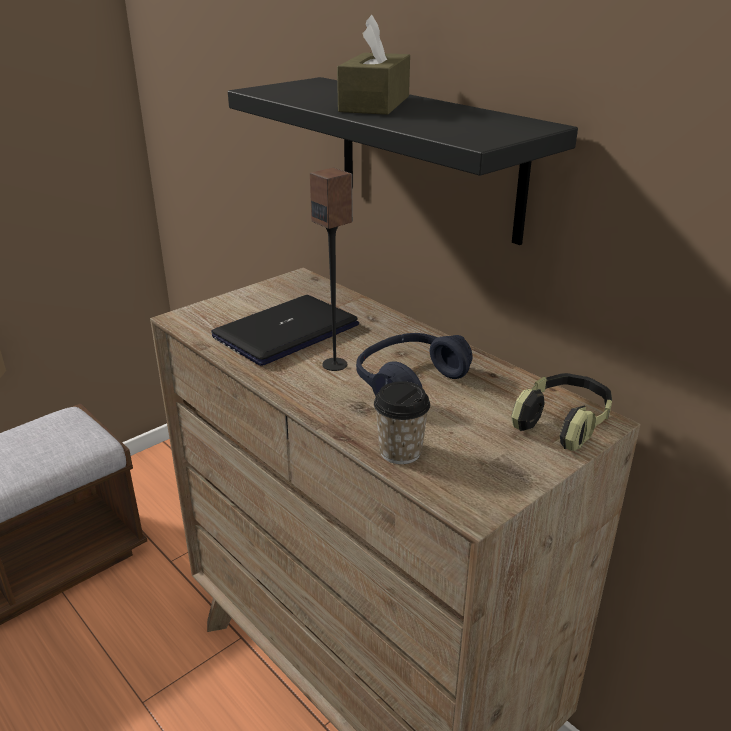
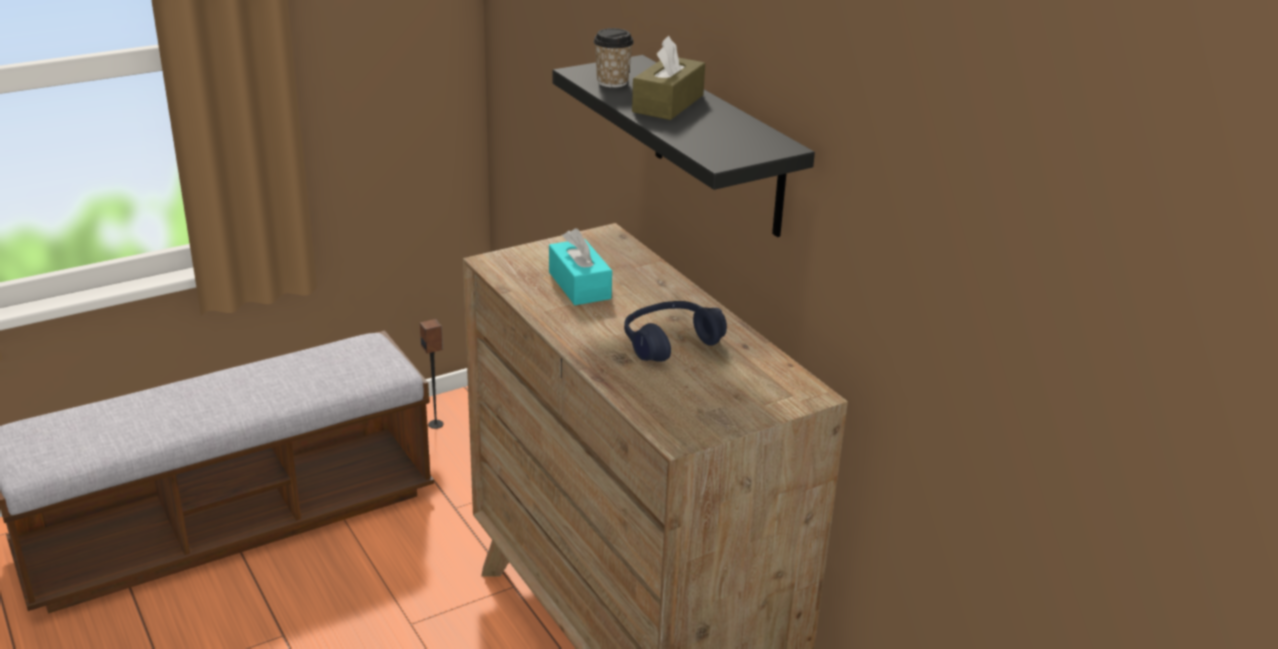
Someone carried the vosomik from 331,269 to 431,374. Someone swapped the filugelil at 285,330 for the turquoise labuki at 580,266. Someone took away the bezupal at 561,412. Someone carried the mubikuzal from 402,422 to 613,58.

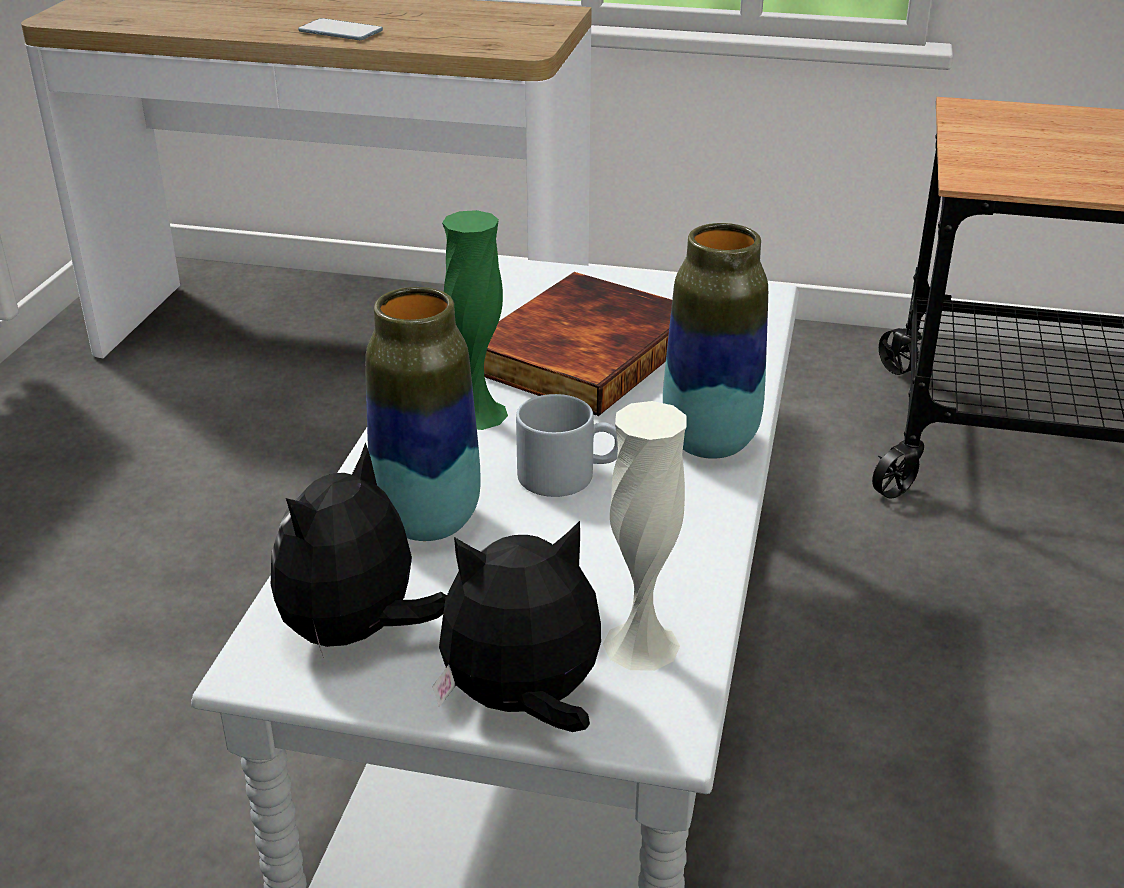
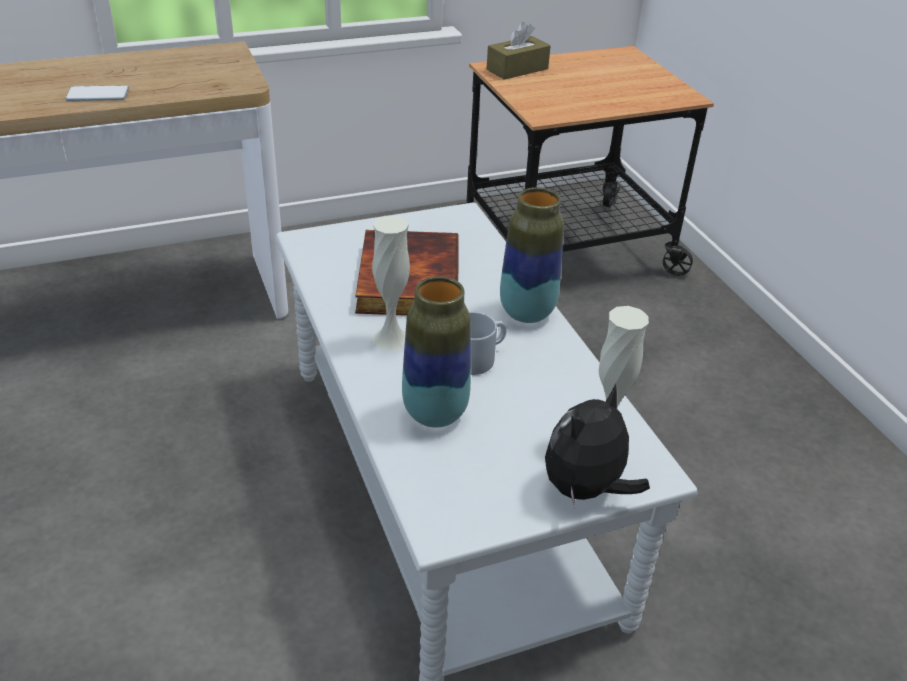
Someone repainted the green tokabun at 475,320, which became the white tokabun at 391,283. Someone took away the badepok at 359,550. Someone put down the brown labuki at 519,51.

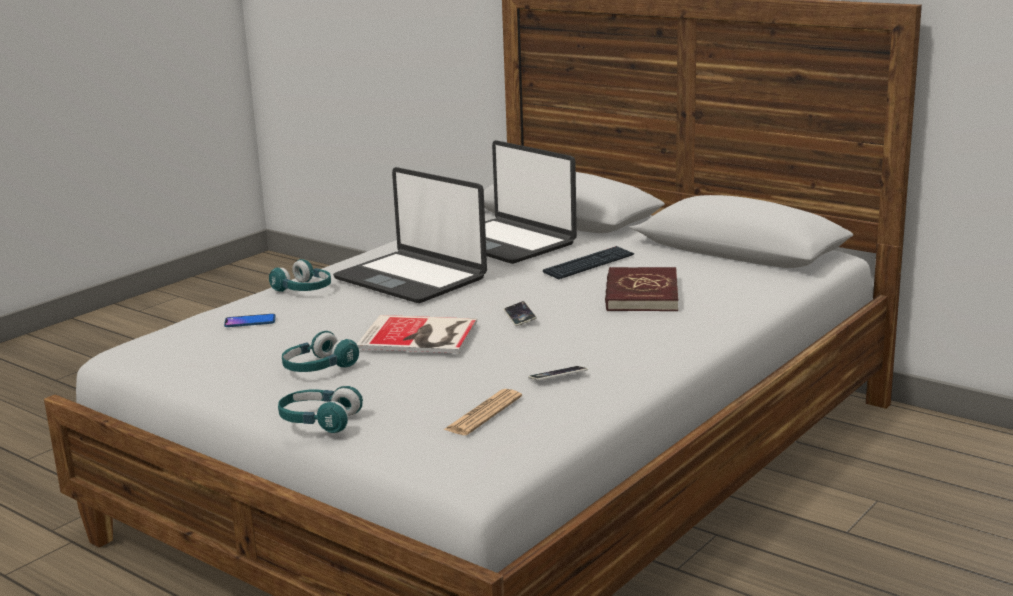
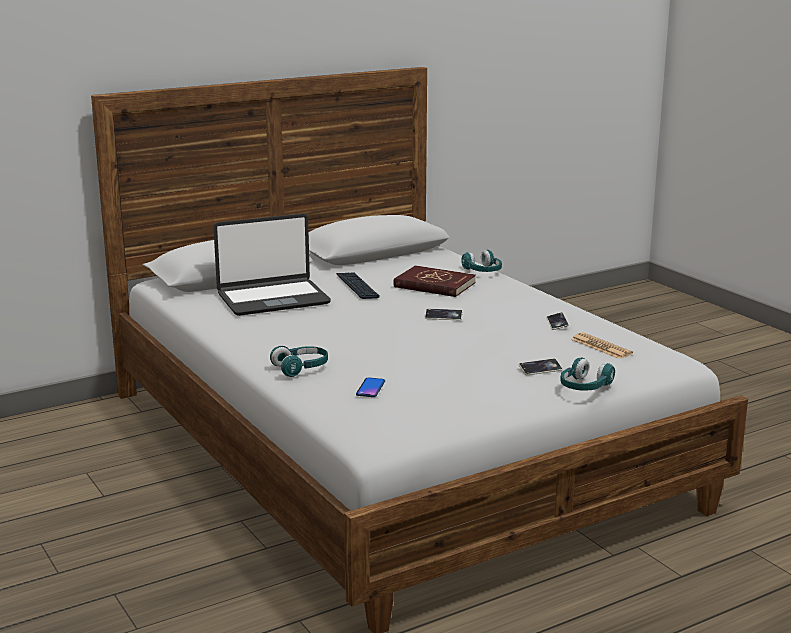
Someone took away the filugelil at 410,235. Someone took away the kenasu at 417,334. Someone carried the turquoise bezupal from 320,351 to 481,260. Someone put down the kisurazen at 541,366.

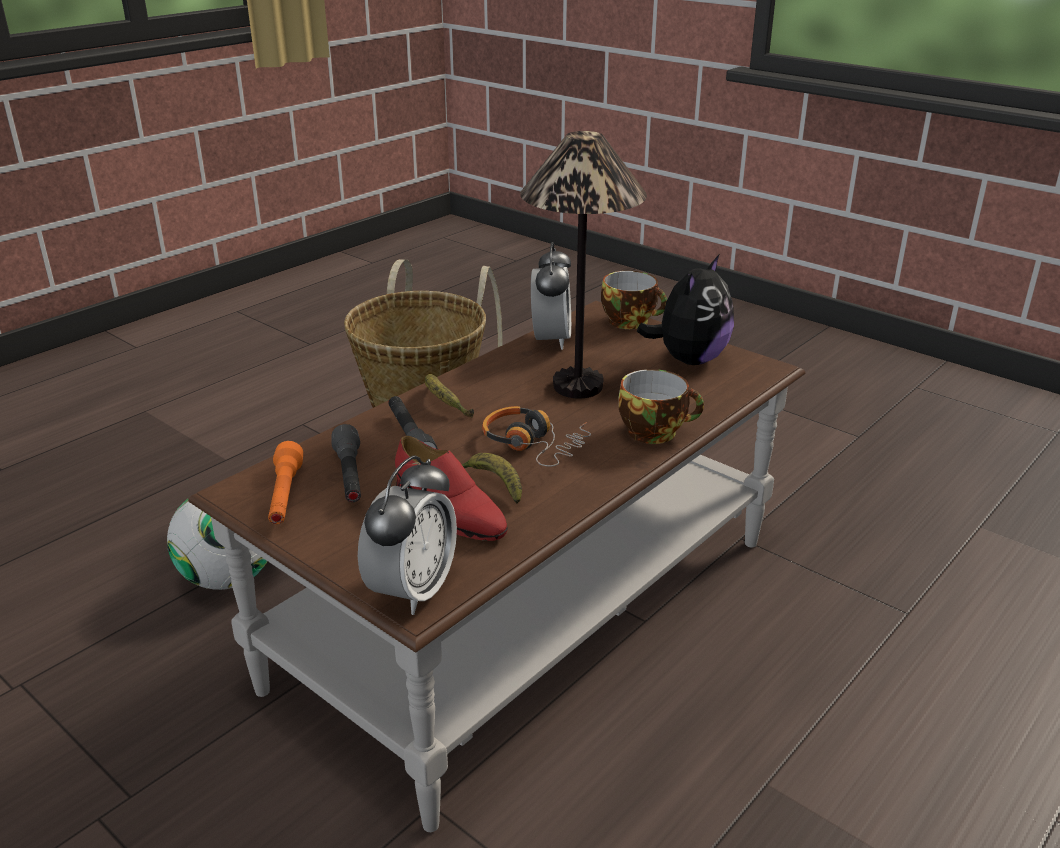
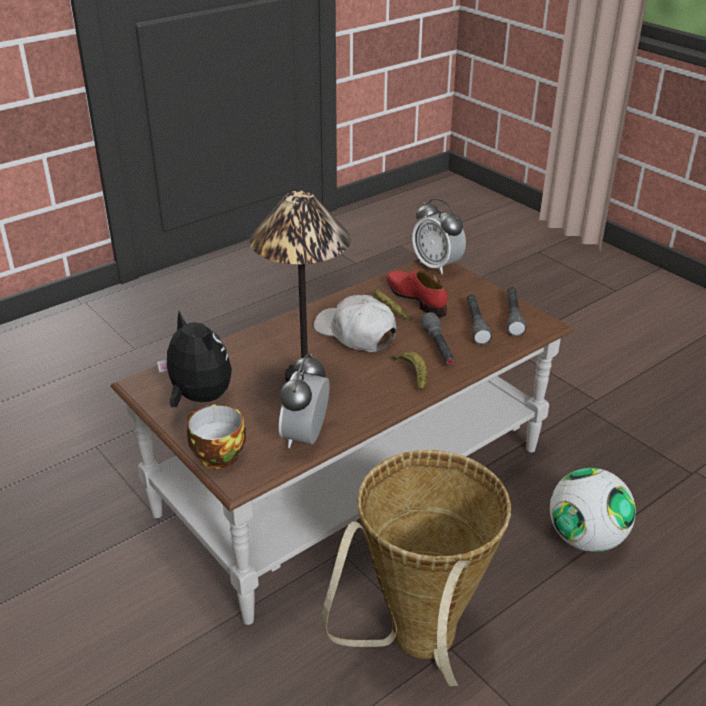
Someone rotated the badepok at 685,310 by 90 degrees clockwise. Someone took away the mubikuzal at 661,406. Someone swapped the bezupal at 536,436 for the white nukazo at 355,323. Someone repainted the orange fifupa at 285,482, which became the grey fifupa at 516,311. Someone rotated the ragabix at 407,535 by 75 degrees counterclockwise.

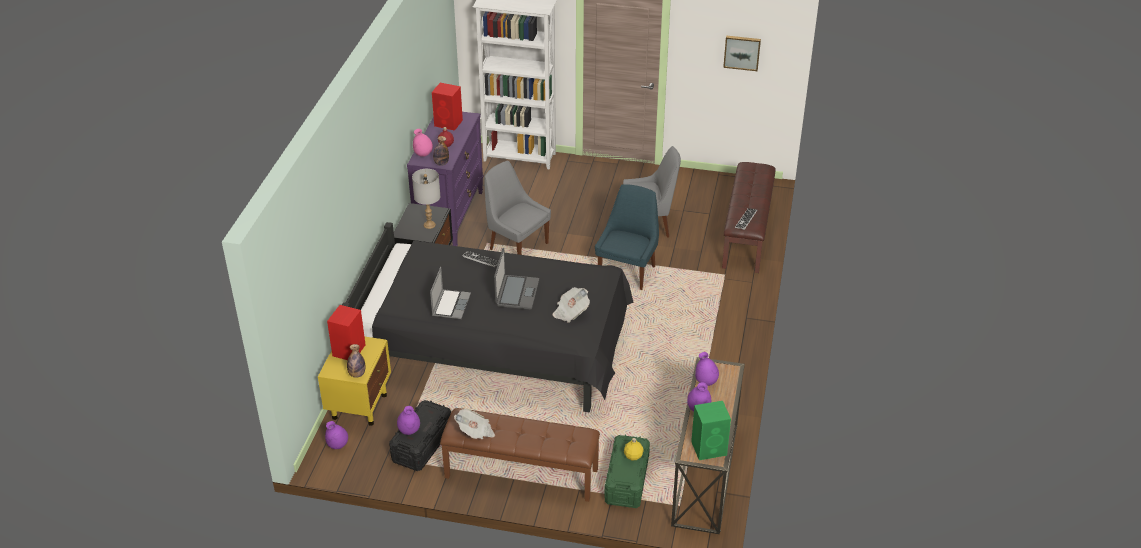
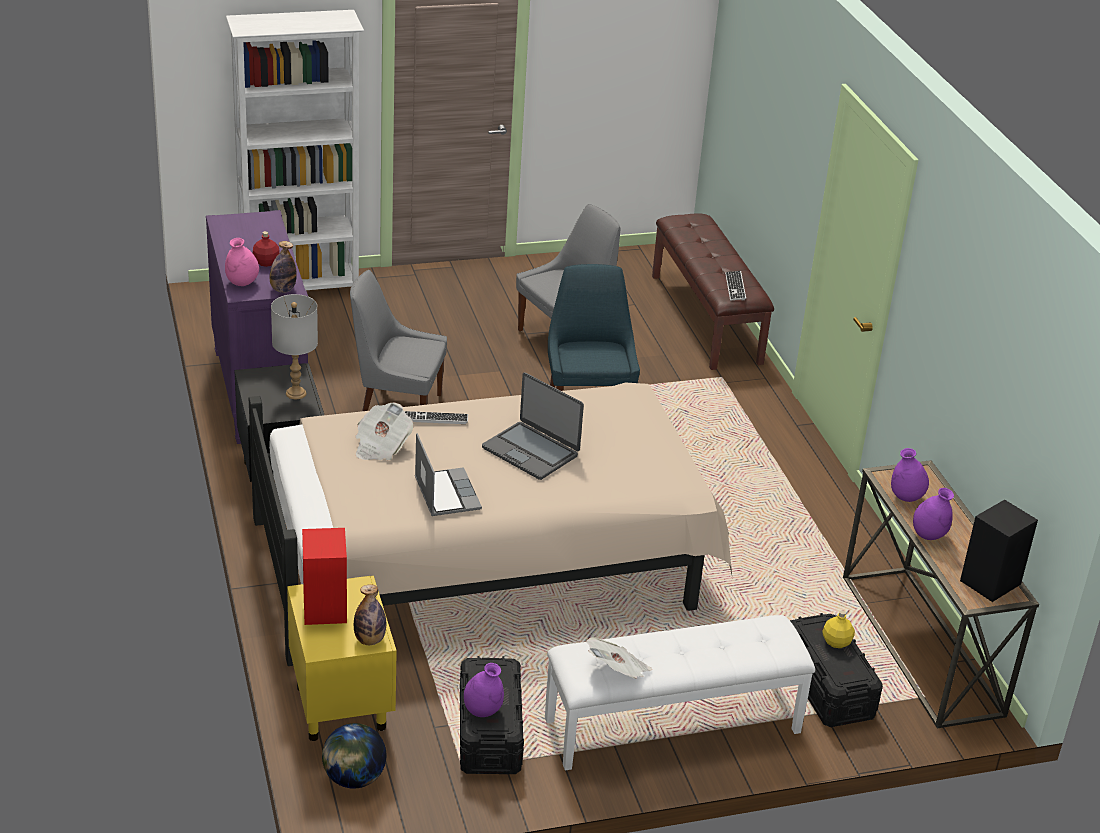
Someone took away the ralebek at 742,53. Someone took away the red vosomik at 447,107. Someone repainted the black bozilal at 488,317, which became the beige bozilal at 490,524. Someone rotated the filugelil at 516,278 by 150 degrees clockwise. Someone carried the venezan from 571,304 to 384,431. Someone repainted the green vosomik at 711,430, which became the black vosomik at 999,551. Someone repainted the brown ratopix at 520,455, which became the white ratopix at 680,693. Someone swapped the purple tokabun at 336,435 for the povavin at 354,756. Someone repainted the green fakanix at 627,471, which became the black fakanix at 836,670.

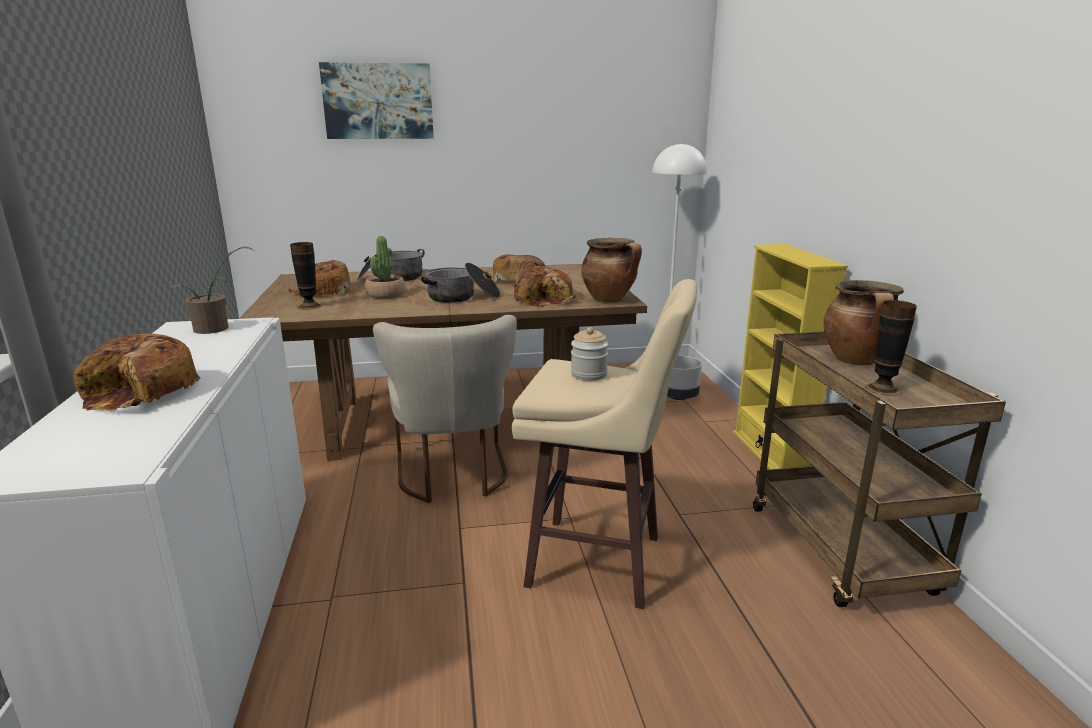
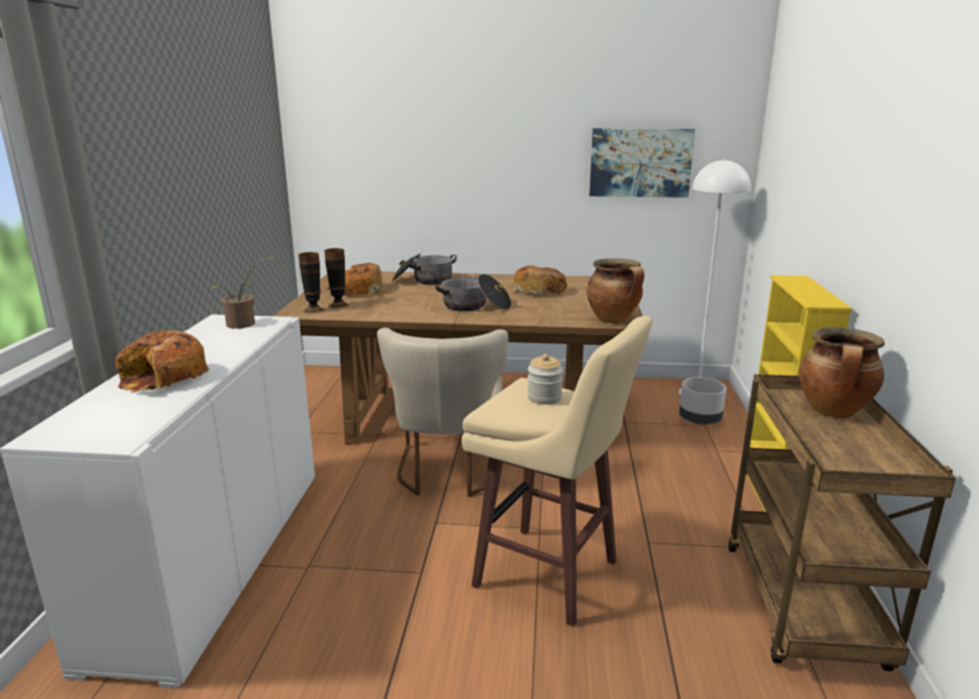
Someone carried the ralebek from 376,100 to 642,163. Someone took away the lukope at 385,267. Someone took away the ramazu at 544,286. Someone carried the tokabun from 891,348 to 312,283.

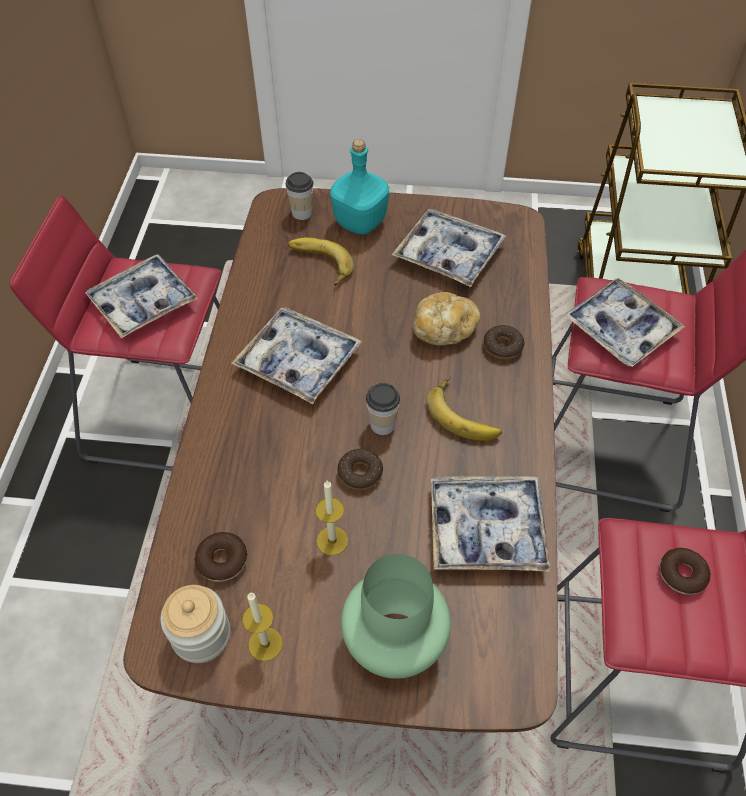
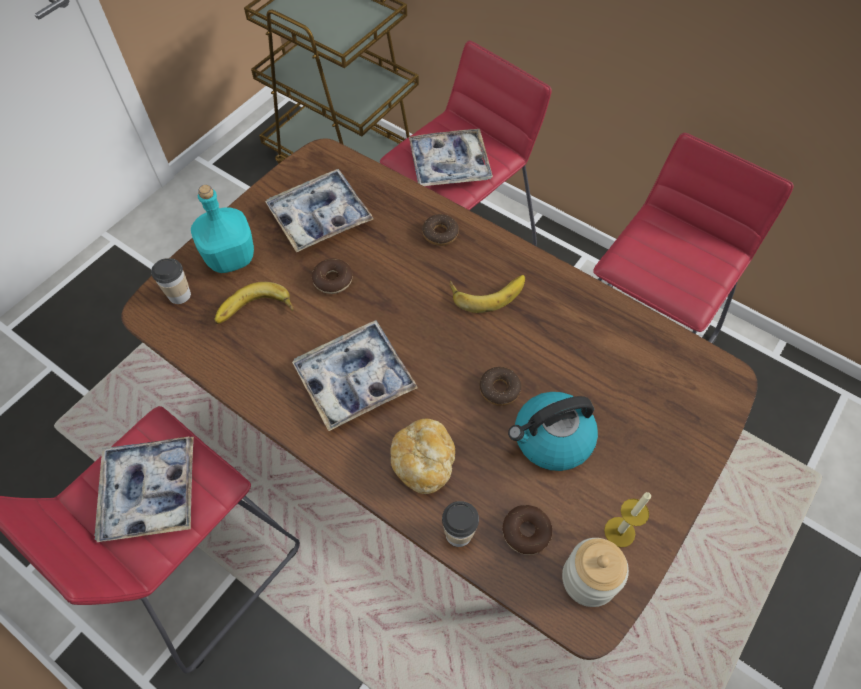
Someone carried the ramazu from 446,319 to 422,456. Someone carried the mubikuzal from 383,409 to 460,524. Someone took away the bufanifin at 490,524. Someone swapped the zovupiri at 331,518 for the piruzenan at 553,431. Someone carried the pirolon from 685,571 to 332,276. Someone took away the green tokabun at 396,616.

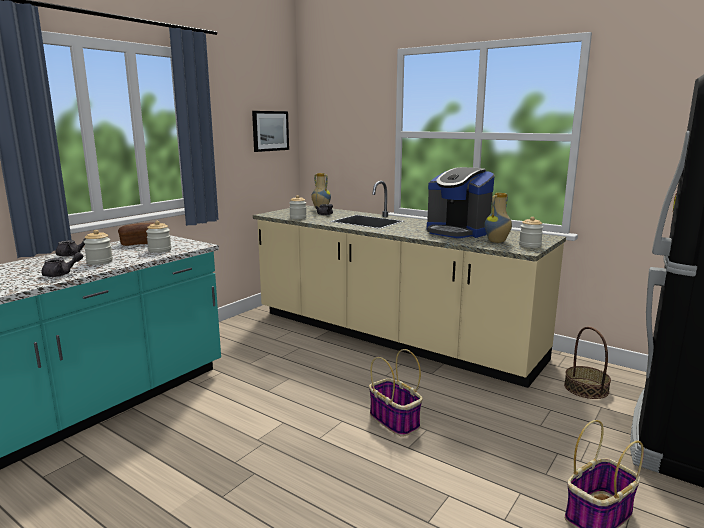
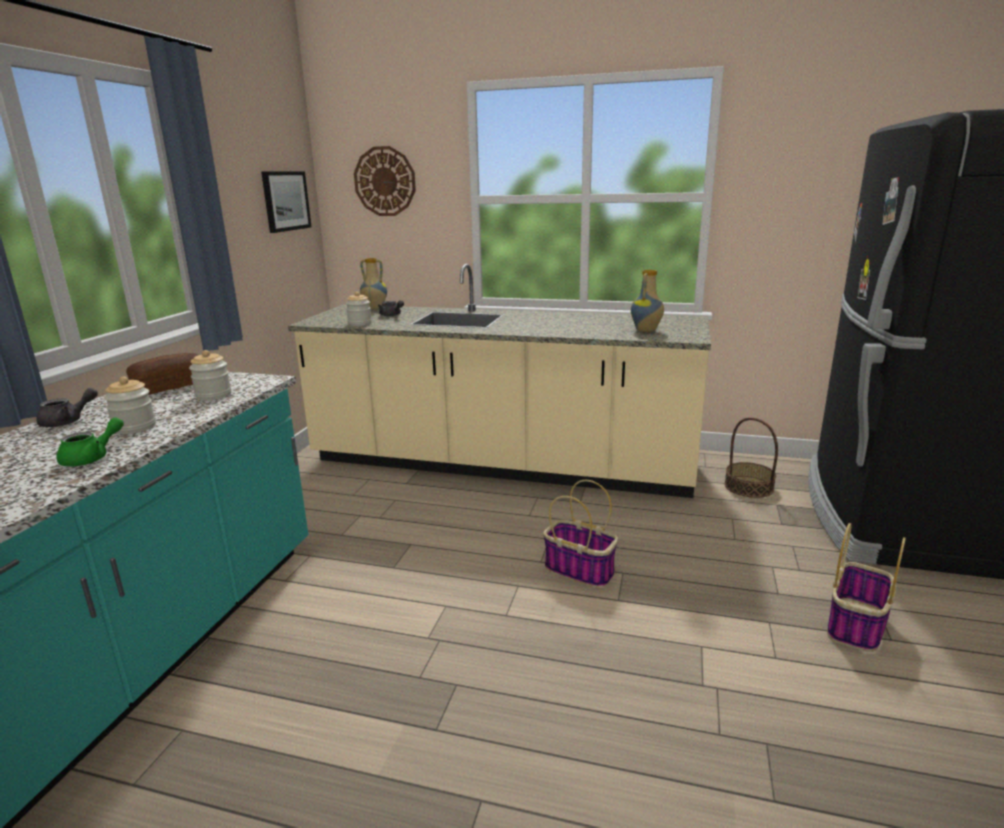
Someone took away the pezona at 460,202. Someone took away the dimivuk at 531,232. Someone repainted the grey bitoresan at 62,264, which became the green bitoresan at 90,441. Someone put up the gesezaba at 385,181.

